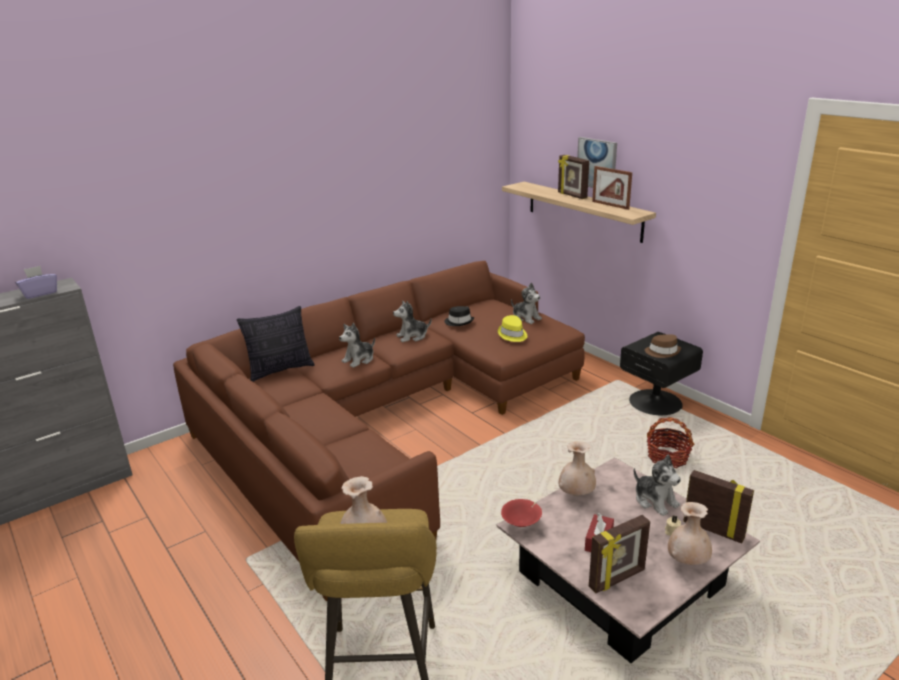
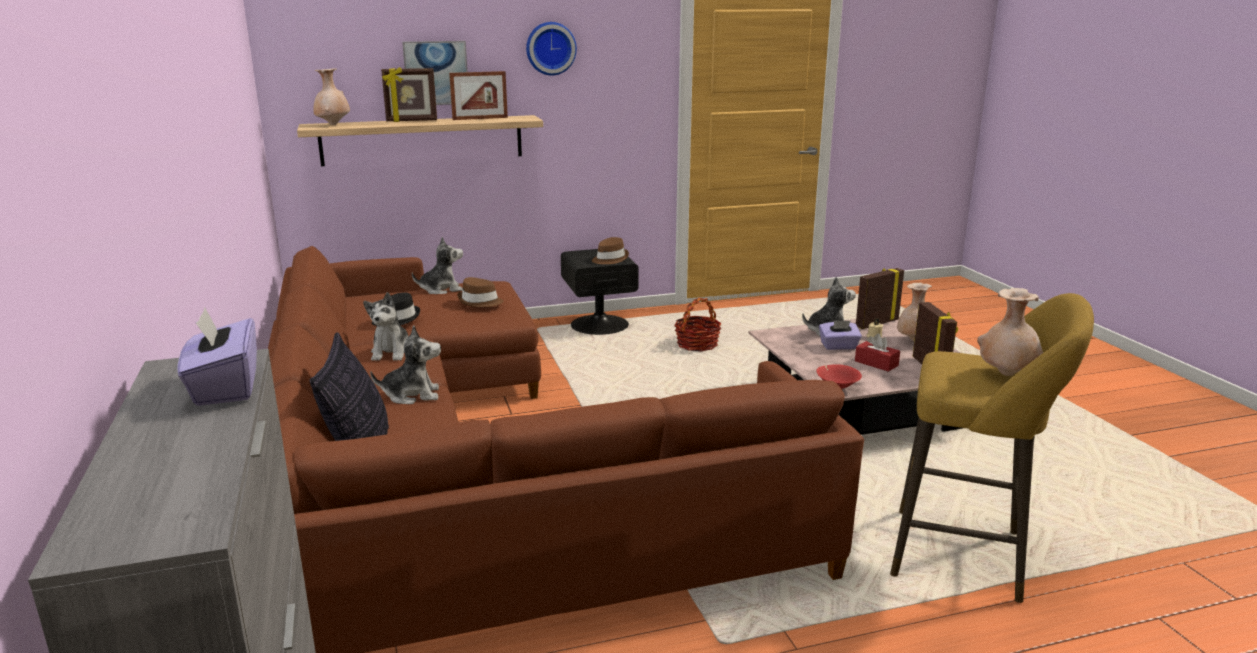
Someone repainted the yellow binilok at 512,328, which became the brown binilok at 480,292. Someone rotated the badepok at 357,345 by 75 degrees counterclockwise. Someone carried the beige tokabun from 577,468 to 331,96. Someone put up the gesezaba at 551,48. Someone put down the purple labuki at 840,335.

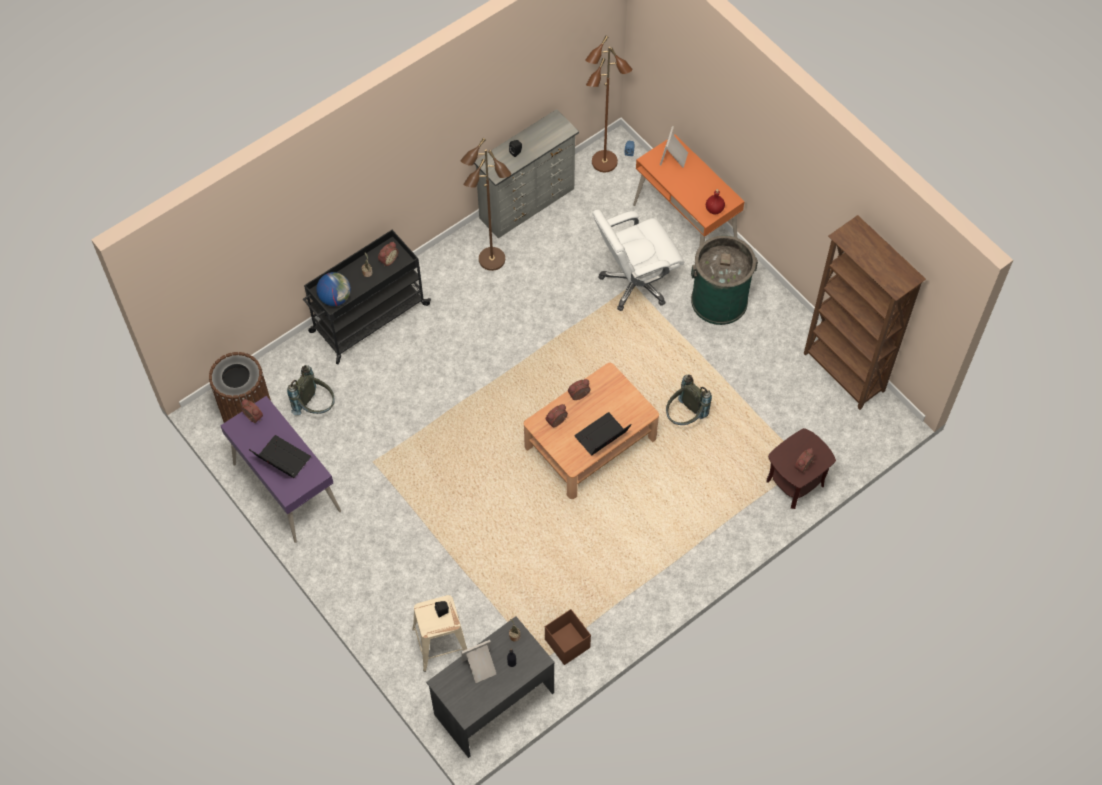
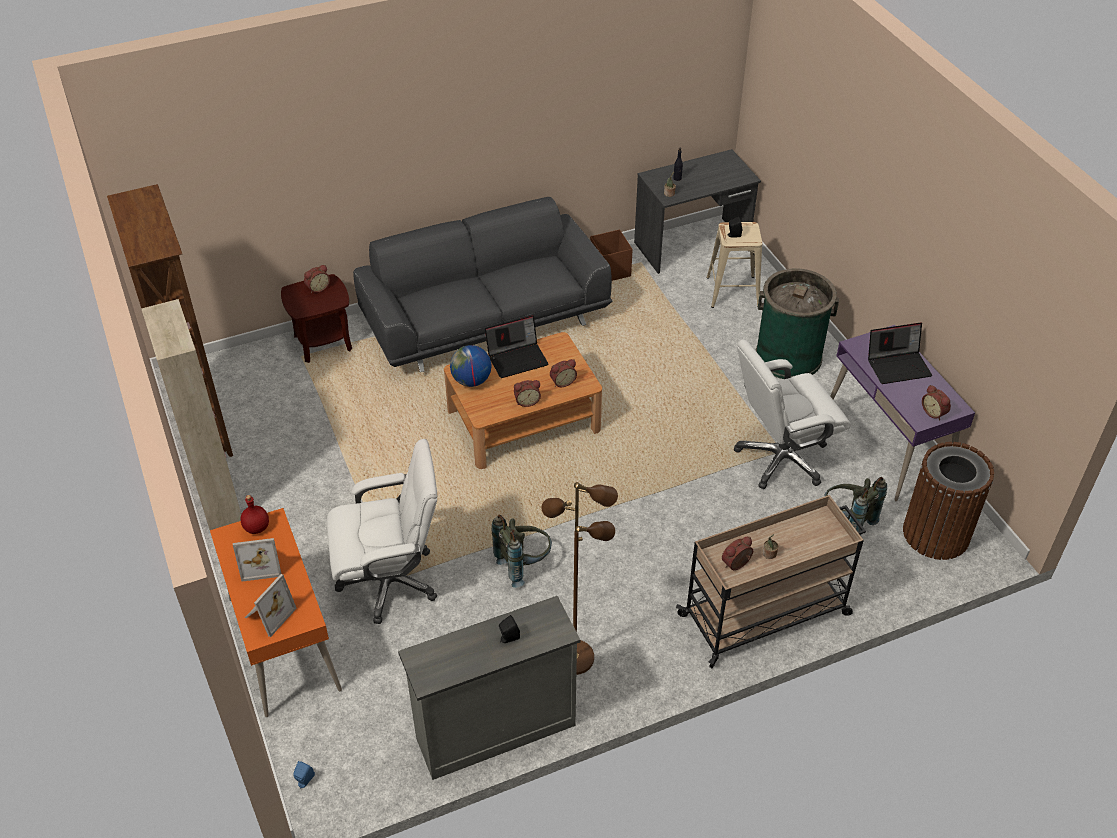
Someone took away the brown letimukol at 608,104. Someone repainted the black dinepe at 367,297, which became the beige dinepe at 771,581. Someone carried the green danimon from 724,280 to 797,323. Someone carried the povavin from 333,289 to 471,366. Someone carried the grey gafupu from 689,399 to 521,551. Someone rotated the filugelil at 280,456 by 60 degrees counterclockwise. Someone carried the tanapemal from 478,661 to 257,560. Someone put down the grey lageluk at 482,284. Someone put down the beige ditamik at 191,414. Someone put down the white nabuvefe at 792,414.

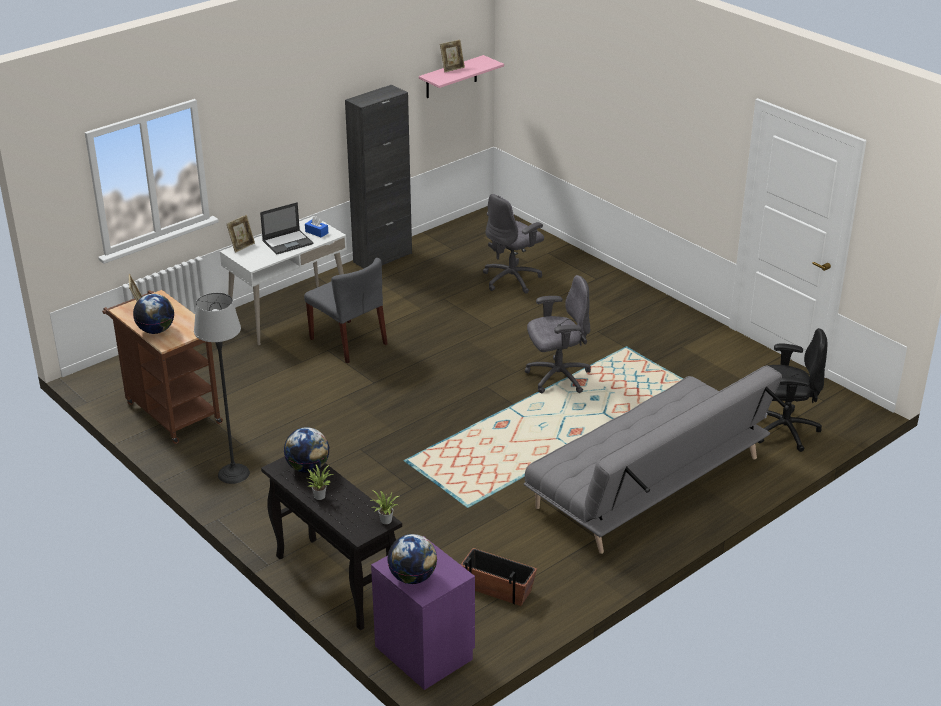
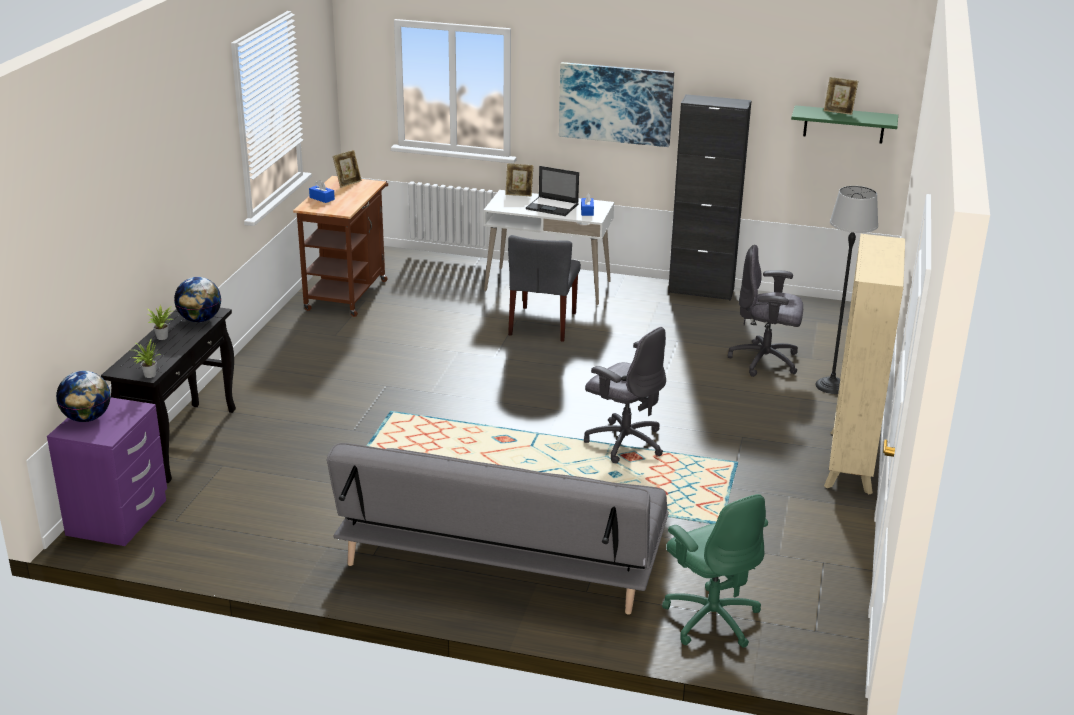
Someone repainted the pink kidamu at 461,76, which became the green kidamu at 844,124. Someone carried the letimukol from 222,388 to 846,290. Someone swapped the povavin at 153,314 for the blue labuki at 322,191. Someone repainted the black nabuvefe at 792,390, which became the green nabuvefe at 715,571. Someone took away the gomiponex at 498,577. Someone put up the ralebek at 616,104. Someone put down the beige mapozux at 864,364.

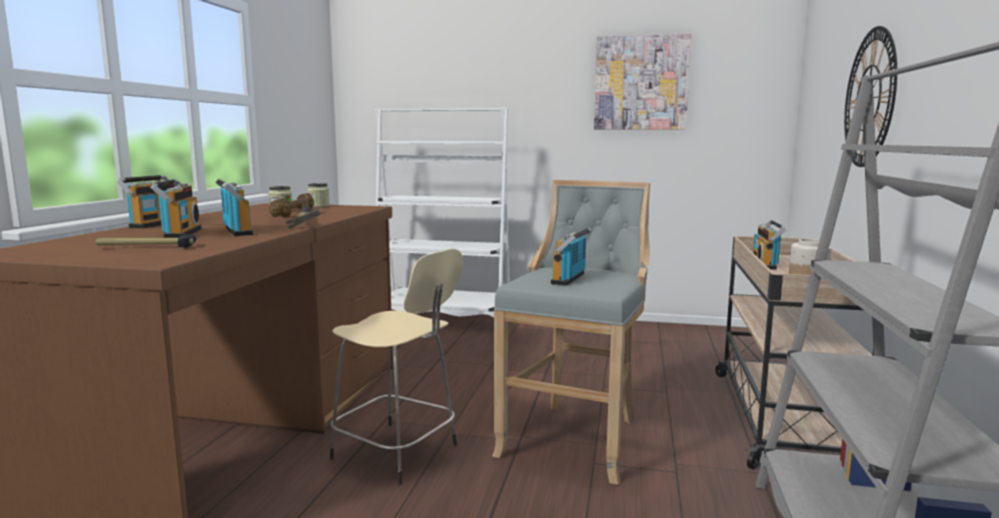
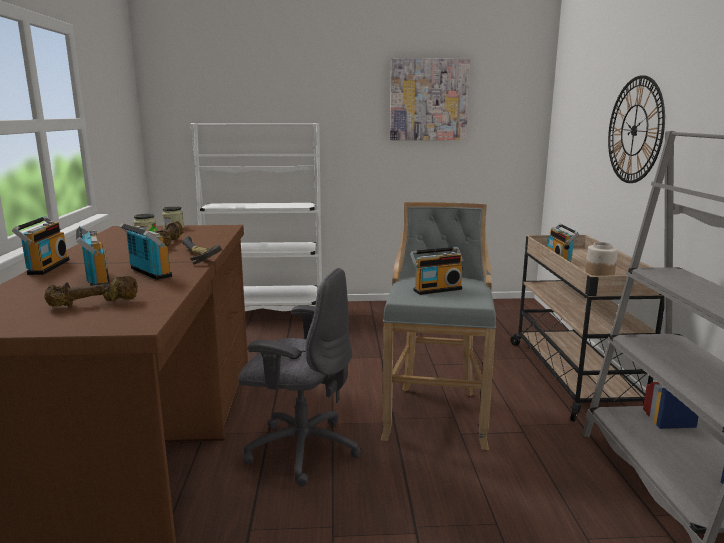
Someone rotated the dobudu at 571,257 by 120 degrees counterclockwise. Someone swapped the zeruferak at 145,241 for the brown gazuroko at 91,291. Someone swapped the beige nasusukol at 396,367 for the grey nabuvefe at 299,377.

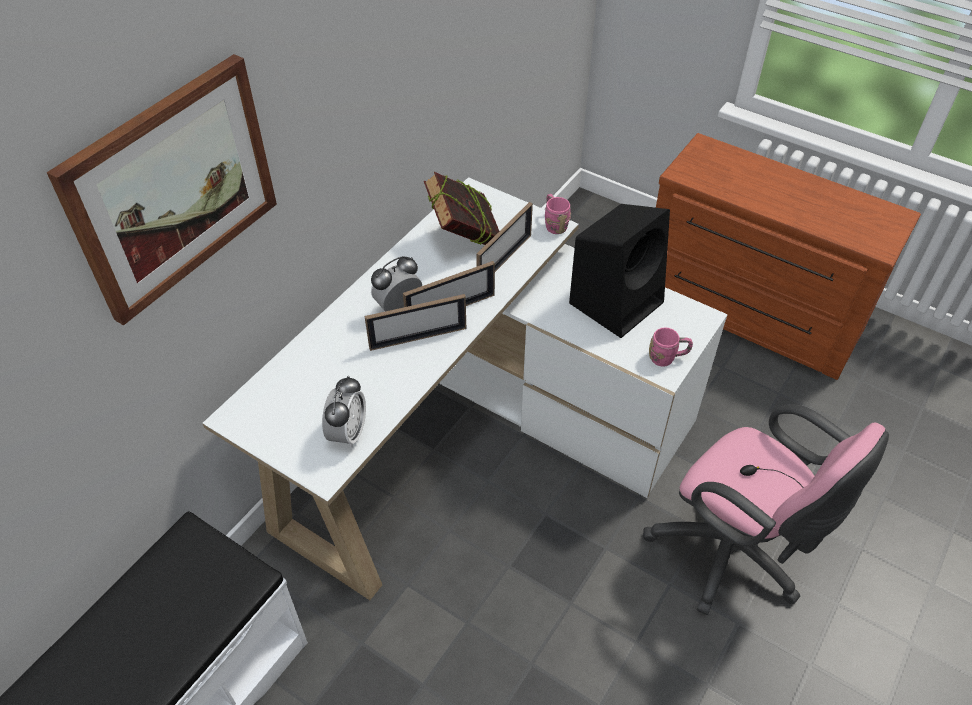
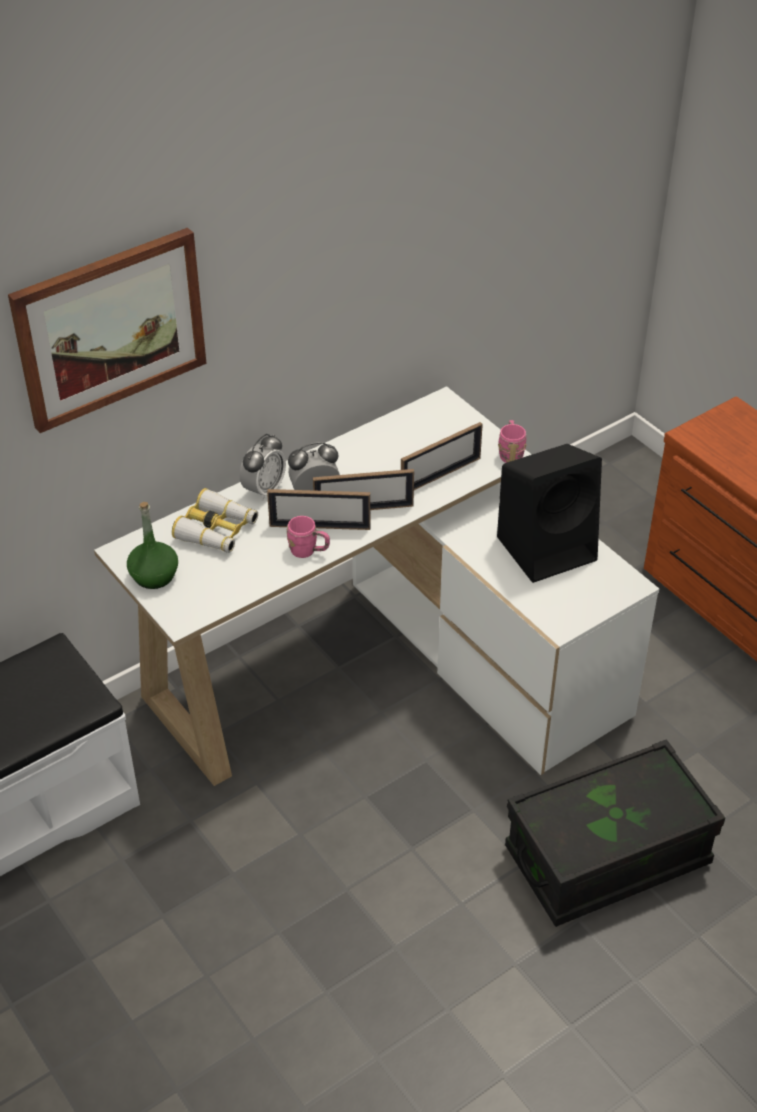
Someone took away the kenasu at 461,208. Someone carried the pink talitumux from 671,347 to 308,537. Someone carried the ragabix from 344,411 to 262,467. Someone swapped the pink nabuvefe at 766,509 for the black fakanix at 615,833. Someone put down the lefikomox at 215,520. Someone put down the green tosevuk at 152,545.

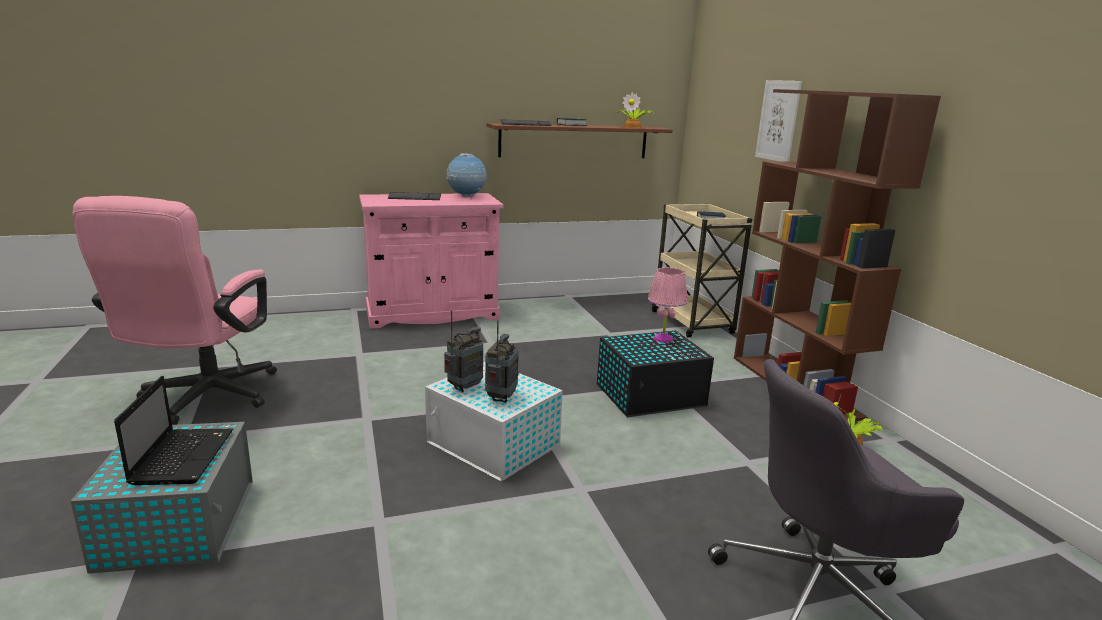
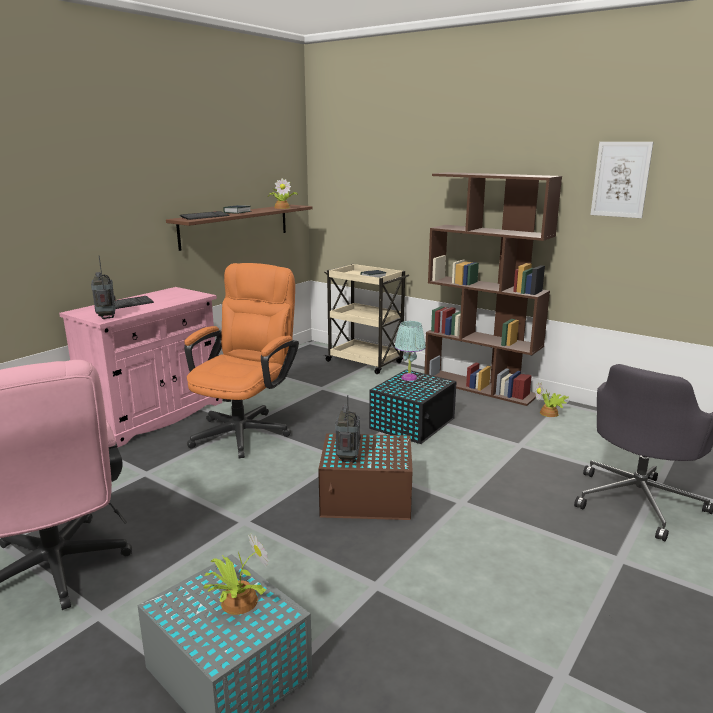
Someone carried the ralebek from 778,120 to 621,180. Someone took away the povavin at 467,175. Someone repainted the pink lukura at 667,305, which became the turquoise lukura at 410,351. Someone carried the dobudu from 502,361 to 103,287. Someone repainted the white fakanix at 494,421, which became the brown fakanix at 365,476. Someone swapped the filugelil at 173,430 for the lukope at 236,574. Someone put down the orange nabuvefe at 241,361.

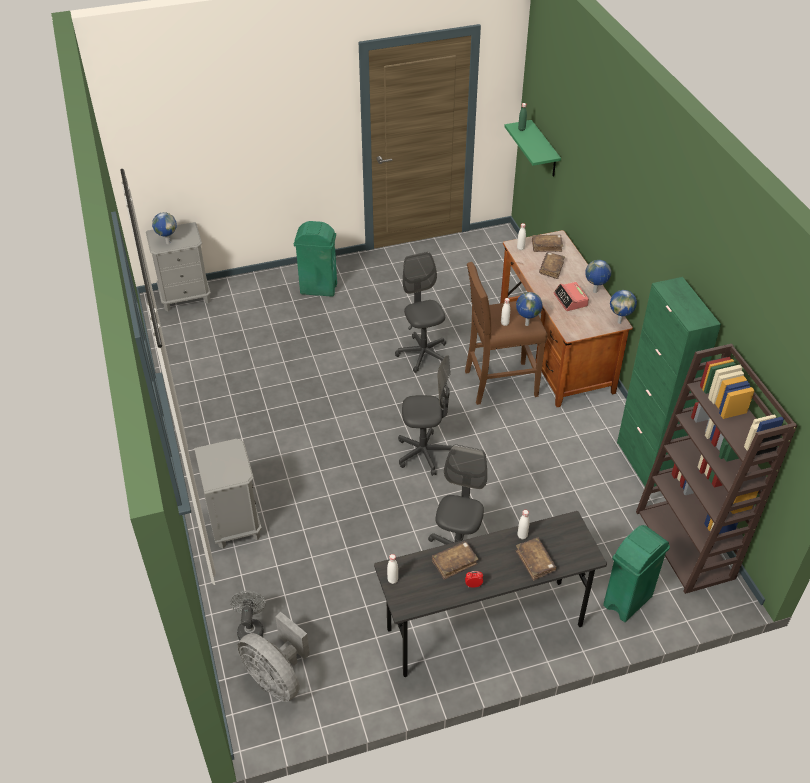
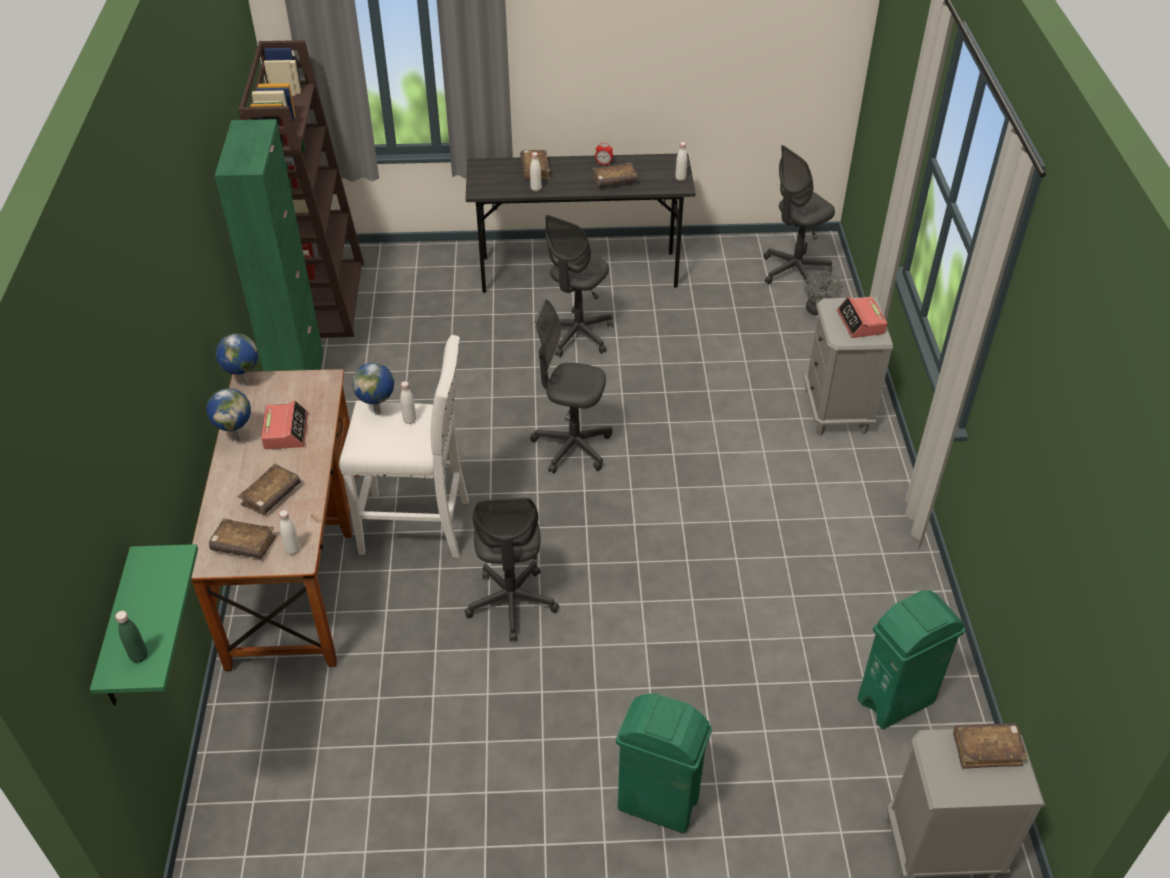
Someone swapped the povavin at 164,228 for the brown kenasu at 990,746. Someone repainted the brown nasusukol at 506,333, which became the white nasusukol at 404,446. Someone carried the green danimon from 636,573 to 911,659. Someone swapped the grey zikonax at 273,657 for the grey nabuvefe at 799,216. Someone put down the ragabix at 862,317.

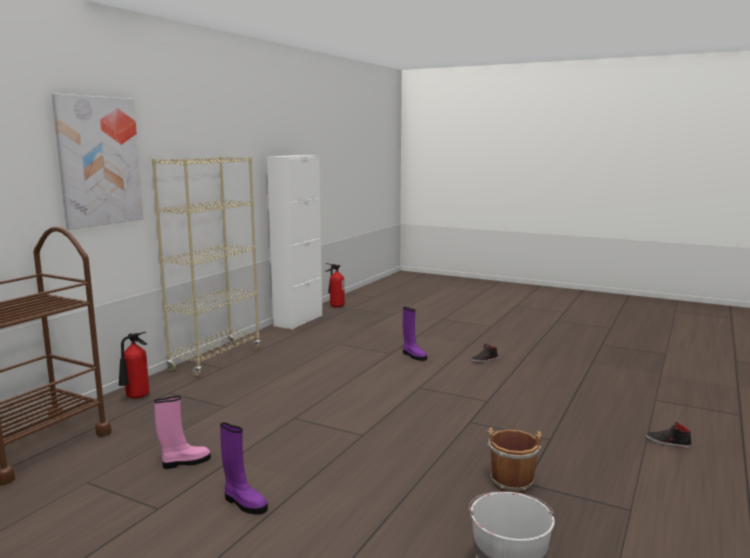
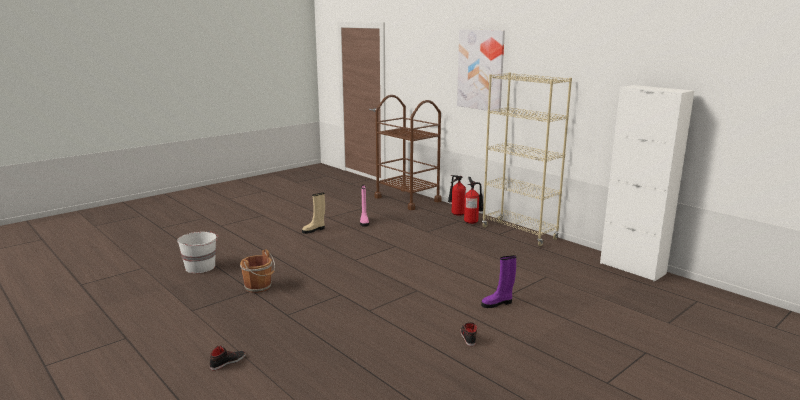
Someone carried the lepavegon from 335,285 to 474,200. Someone repainted the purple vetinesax at 244,469, which became the beige vetinesax at 313,213.

